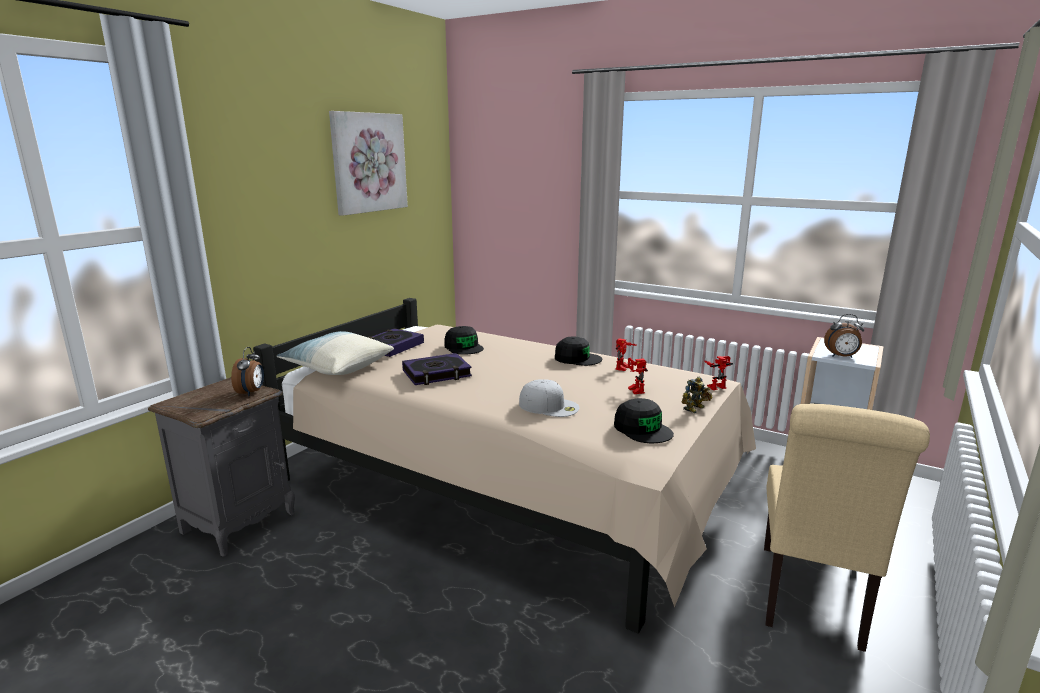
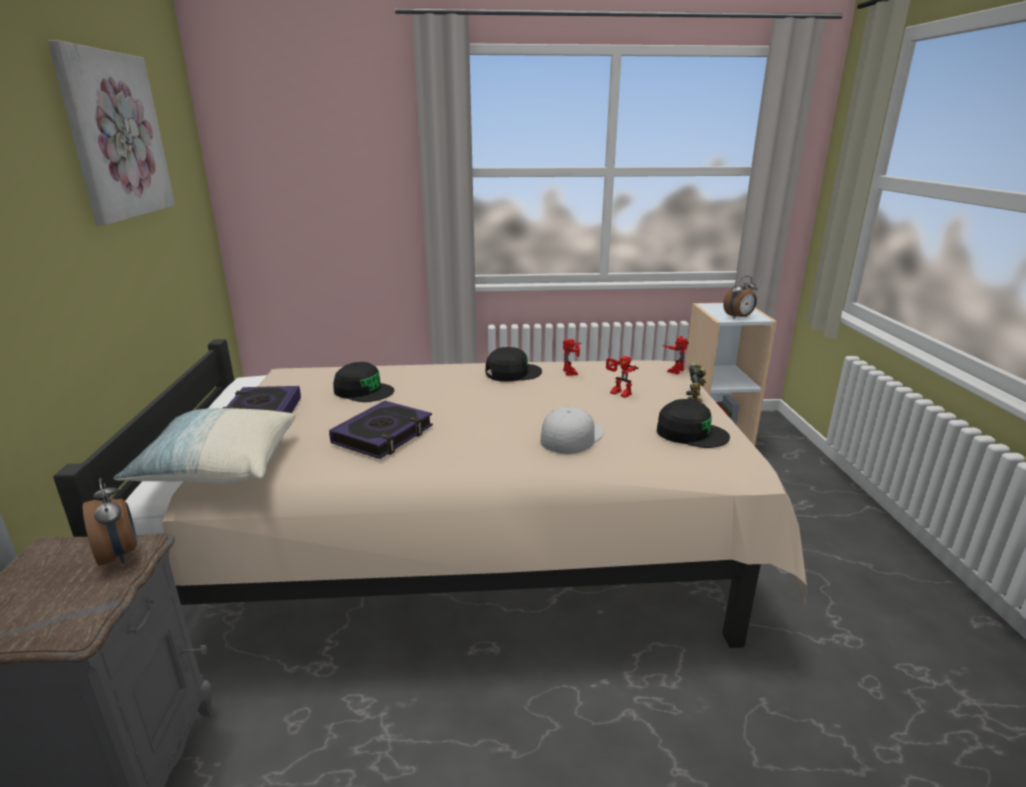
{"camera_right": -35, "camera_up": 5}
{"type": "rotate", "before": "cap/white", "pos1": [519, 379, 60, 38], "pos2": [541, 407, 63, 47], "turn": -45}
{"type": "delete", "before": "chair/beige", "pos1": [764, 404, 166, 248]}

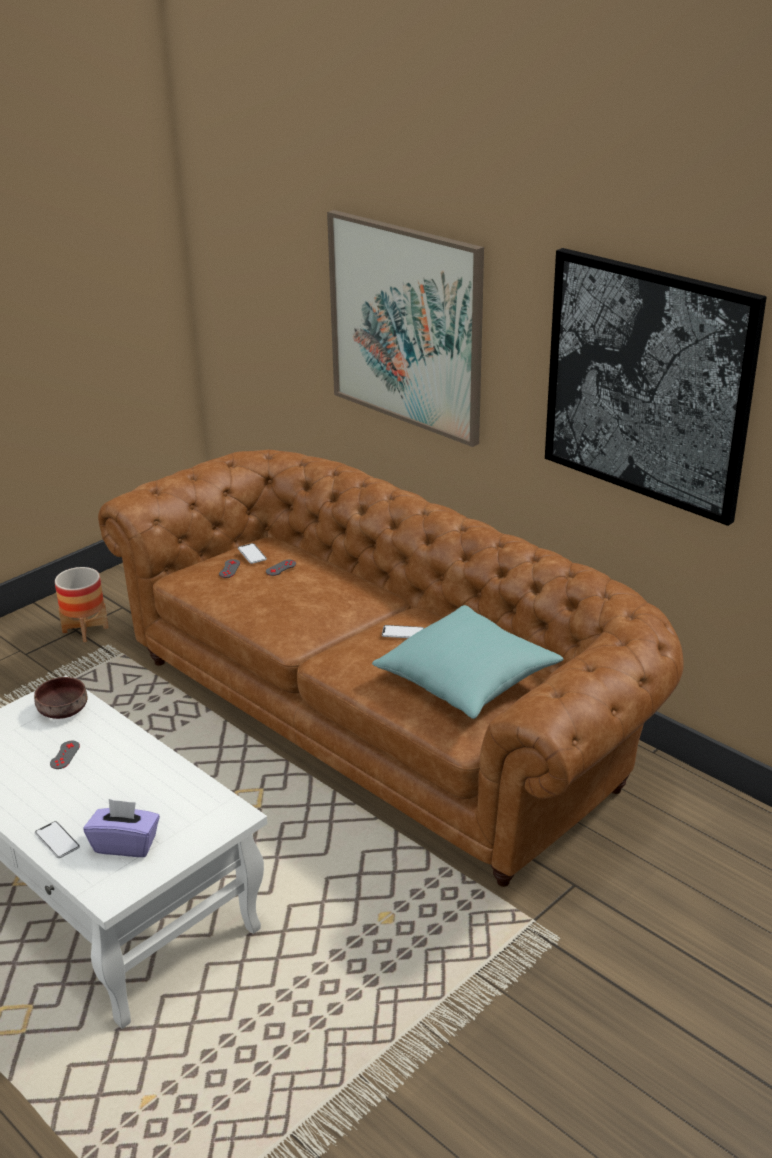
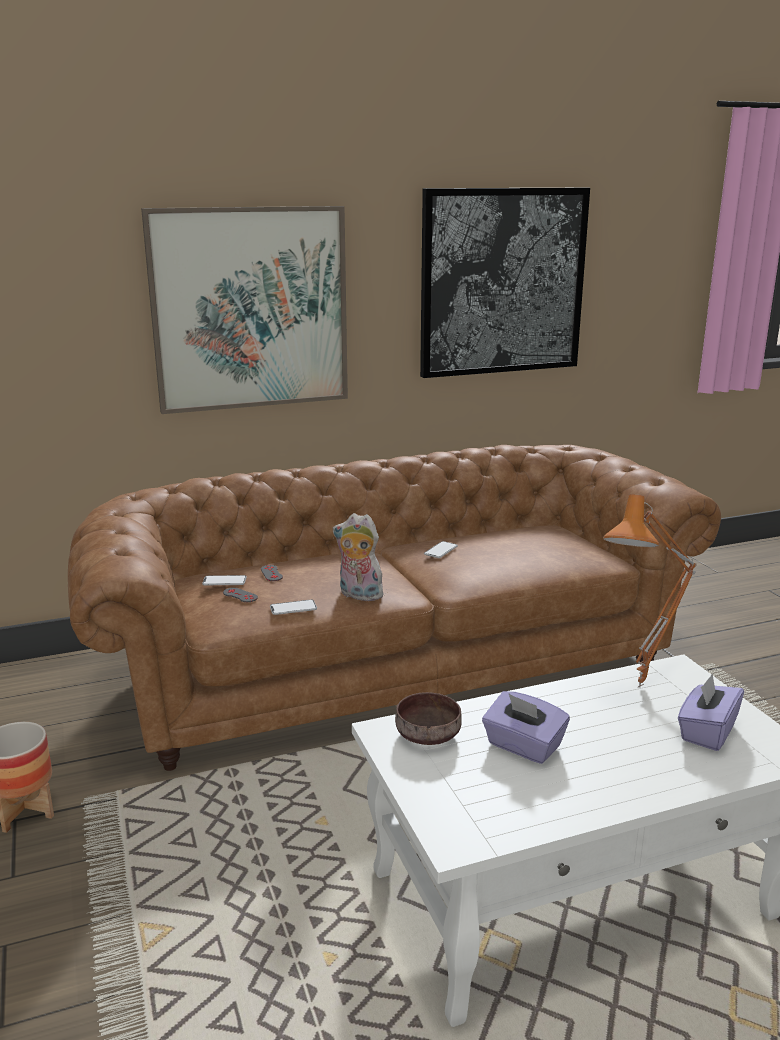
{"camera_right": -65, "camera_up": -10}
{"type": "move", "before": "telephone", "pos1": [35, 821, 45, 37], "pos2": [270, 599, 47, 16]}
{"type": "replace", "before": "game controller/greyish", "after": "tissue holder/purple-coloured", "pos1": [50, 741, 30, 28], "pos2": [482, 691, 88, 73]}
{"type": "delete", "before": "throw pillow/turquoise", "pos1": [372, 605, 192, 114]}
{"type": "insert", "after": "soft toy", "pos2": [333, 513, 50, 88]}
{"type": "insert", "after": "lamp for a table/orange", "pos2": [603, 494, 93, 193]}

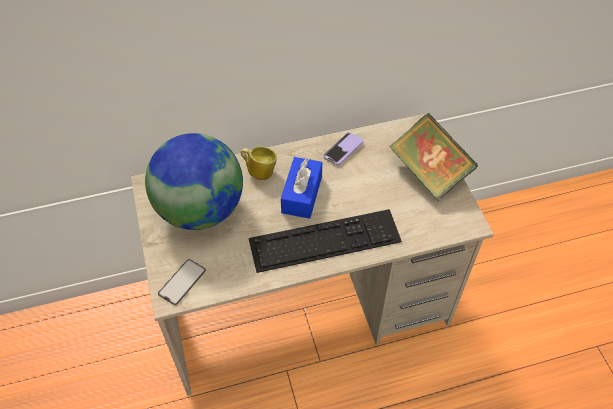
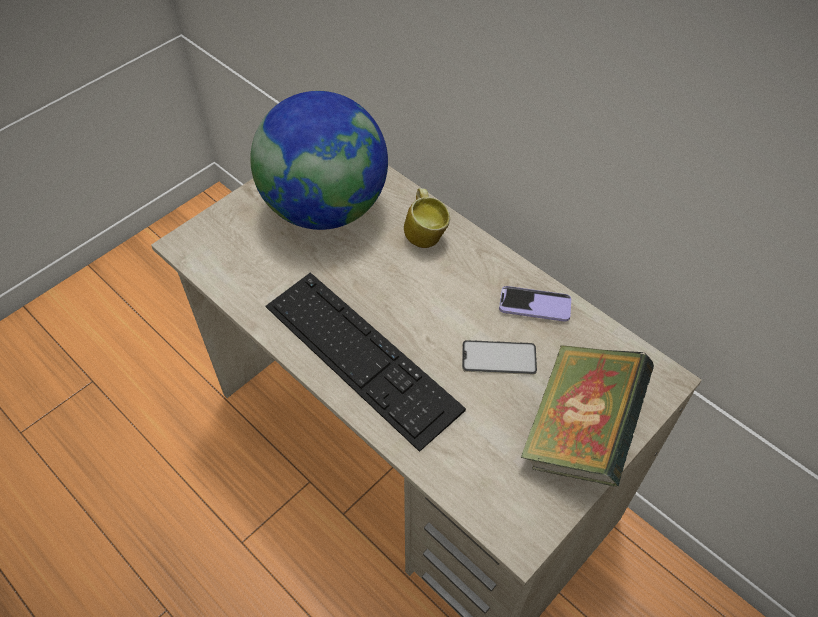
{"camera_right": 60, "camera_up": 0}
{"type": "move", "before": "telephone", "pos1": [158, 259, 48, 47], "pos2": [462, 340, 75, 35]}
{"type": "delete", "before": "tissue holder/blue-coloured", "pos1": [281, 157, 41, 62]}

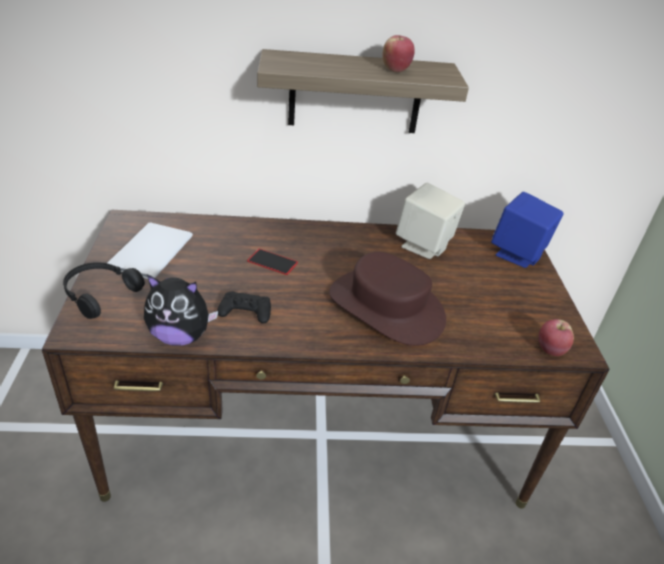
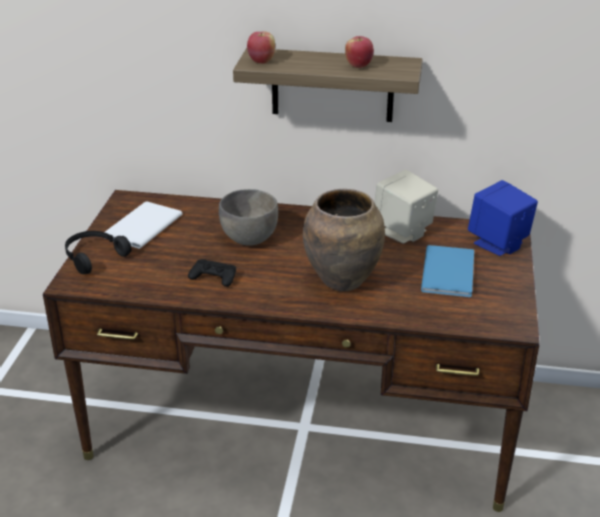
{"camera_right": 15, "camera_up": -5}
{"type": "delete", "before": "soft toy", "pos1": [144, 275, 74, 71]}
{"type": "replace", "before": "telephone", "after": "serving bowl/greyish", "pos1": [247, 249, 51, 26], "pos2": [219, 189, 59, 56]}
{"type": "replace", "before": "clothing hat/brown", "after": "decorative vase/brown", "pos1": [329, 252, 117, 94], "pos2": [303, 189, 82, 102]}
{"type": "move", "before": "apple fruit", "pos1": [539, 319, 35, 37], "pos2": [247, 31, 28, 33]}
{"type": "insert", "after": "volume/blue-coloured", "pos2": [421, 245, 53, 52]}

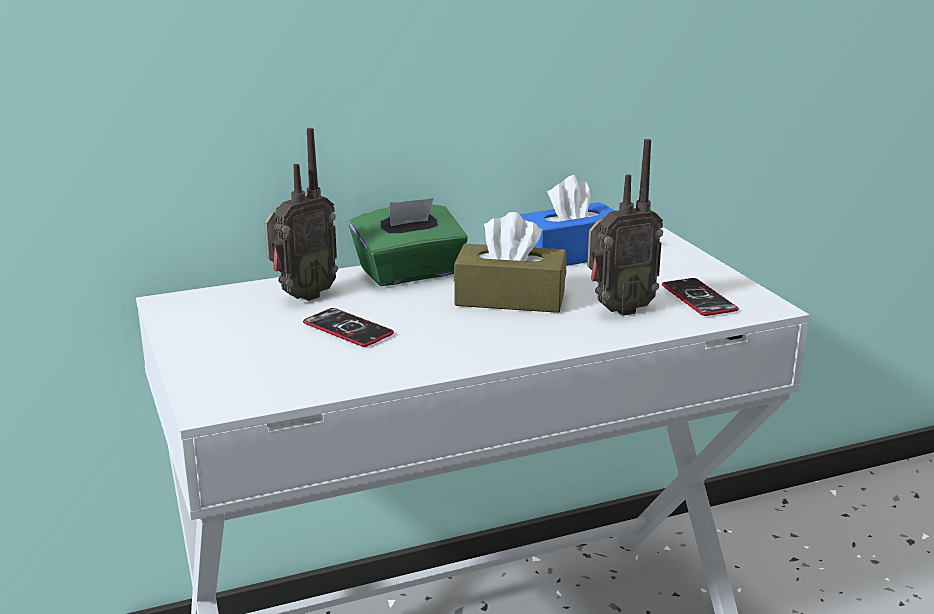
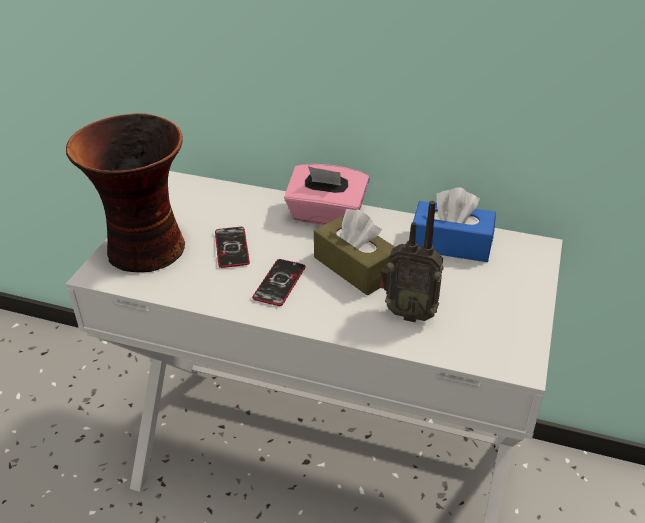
{"camera_right": 40, "camera_up": 15}
{"type": "delete", "before": "radio set", "pos1": [264, 128, 74, 173]}
{"type": "recolor", "before": "tissue holder/greenish", "after": "tissue holder/pink", "pos1": [349, 198, 119, 88], "pos2": [284, 164, 86, 61]}
{"type": "move", "before": "telephone", "pos1": [662, 278, 76, 38], "pos2": [252, 259, 53, 47]}
{"type": "insert", "after": "decorative vase", "pos2": [66, 113, 119, 159]}

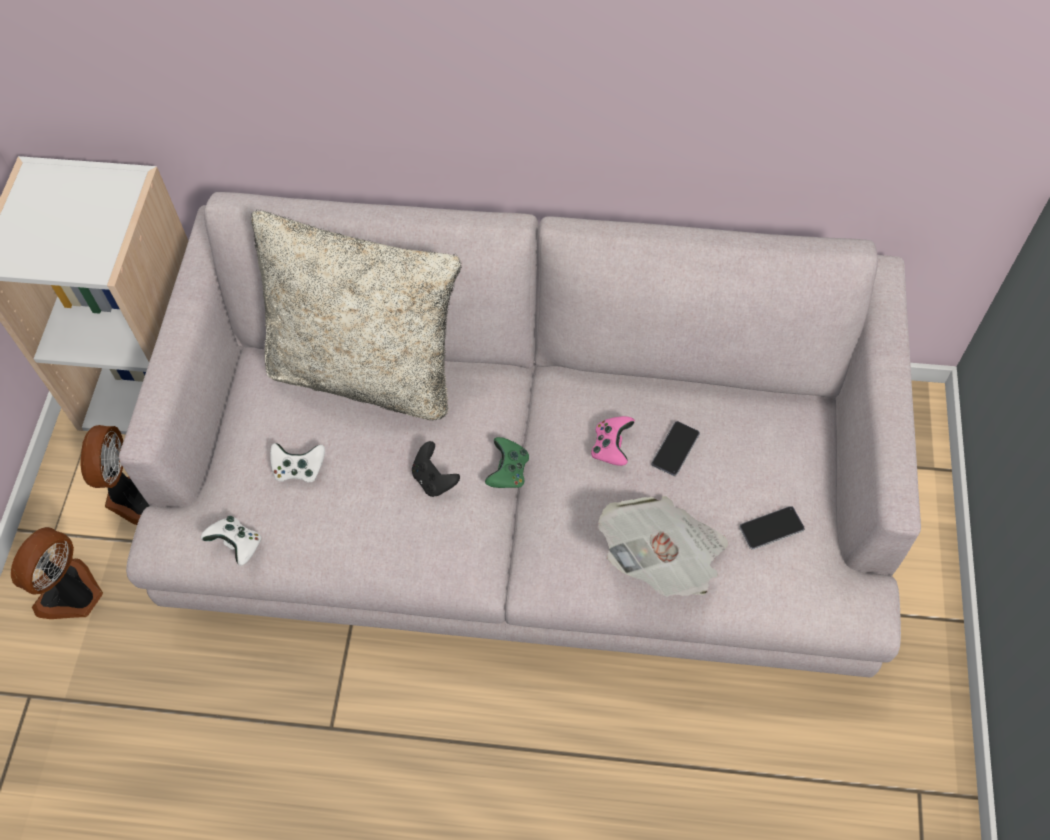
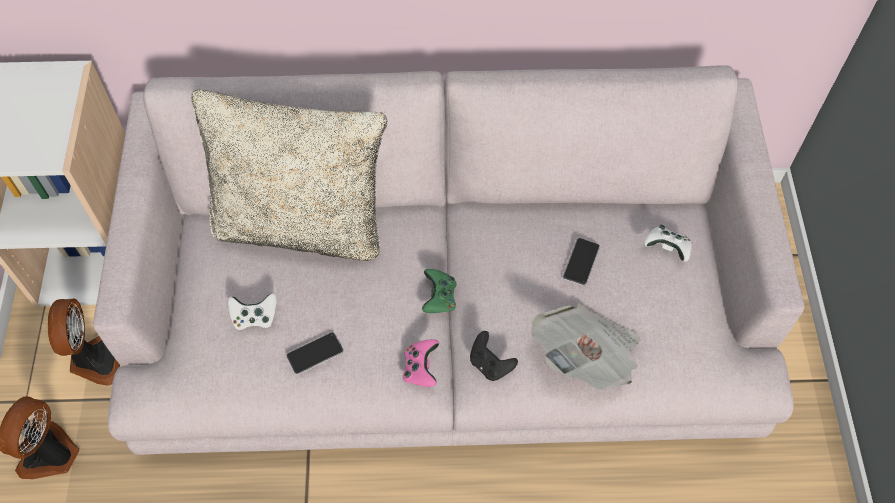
{"camera_right": -10, "camera_up": 0}
{"type": "move", "before": "game controller/white", "pos1": [201, 516, 61, 50], "pos2": [644, 225, 48, 37]}
{"type": "move", "before": "game controller/blackish", "pos1": [412, 441, 48, 56], "pos2": [470, 331, 48, 50]}
{"type": "move", "before": "game controller/pink", "pos1": [591, 416, 44, 50], "pos2": [403, 339, 36, 48]}
{"type": "move", "before": "telephone", "pos1": [739, 506, 66, 44], "pos2": [286, 332, 58, 43]}

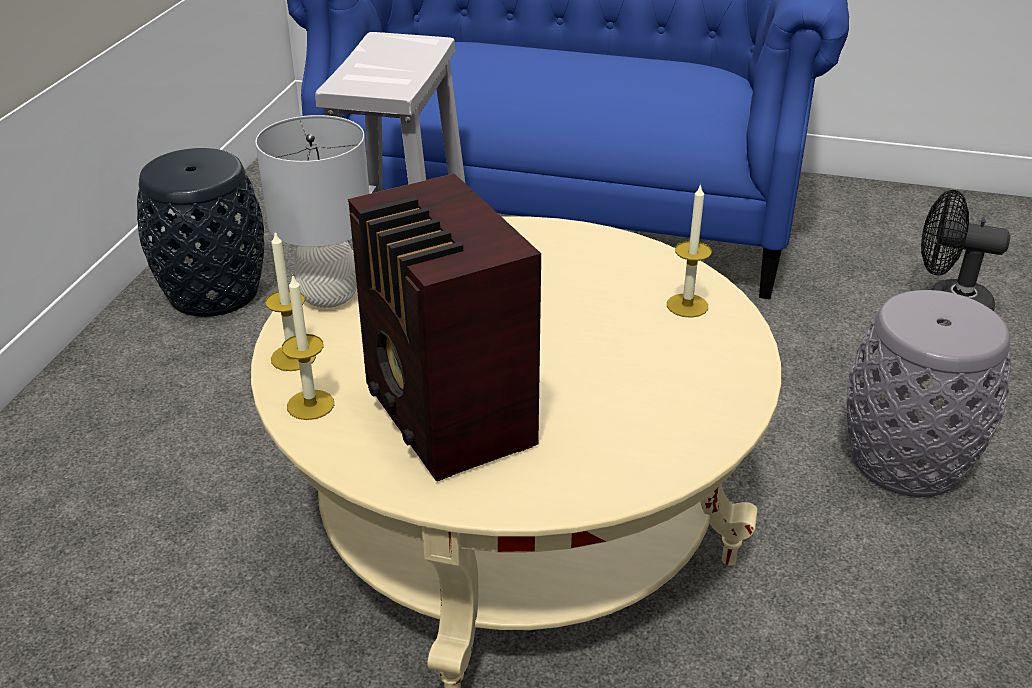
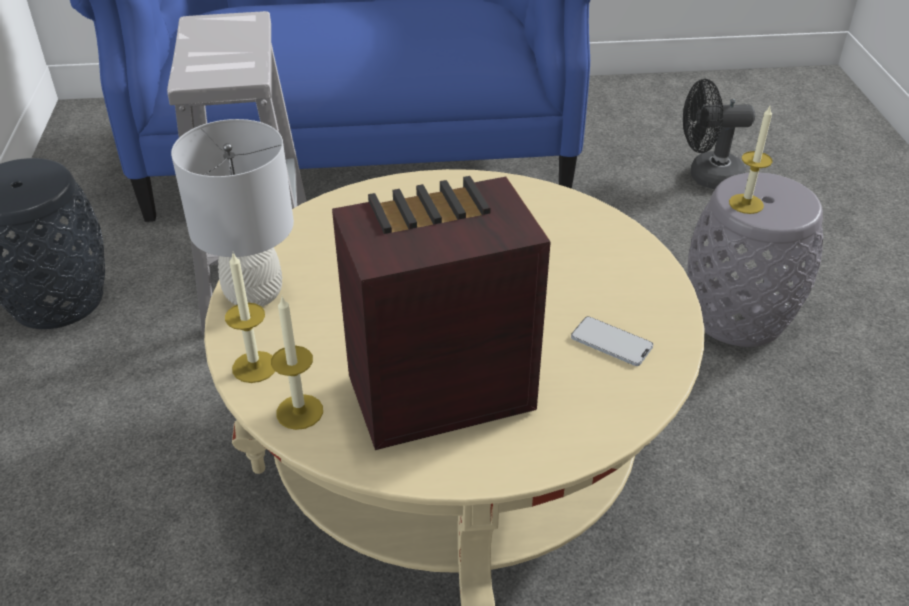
{"camera_right": -20, "camera_up": 5}
{"type": "rotate", "before": "radio set", "pos1": [348, 174, 193, 307], "pos2": [332, 176, 219, 274], "turn": 120}
{"type": "move", "before": "wax light", "pos1": [667, 183, 45, 135], "pos2": [729, 106, 44, 108]}
{"type": "insert", "after": "telephone", "pos2": [571, 316, 82, 50]}

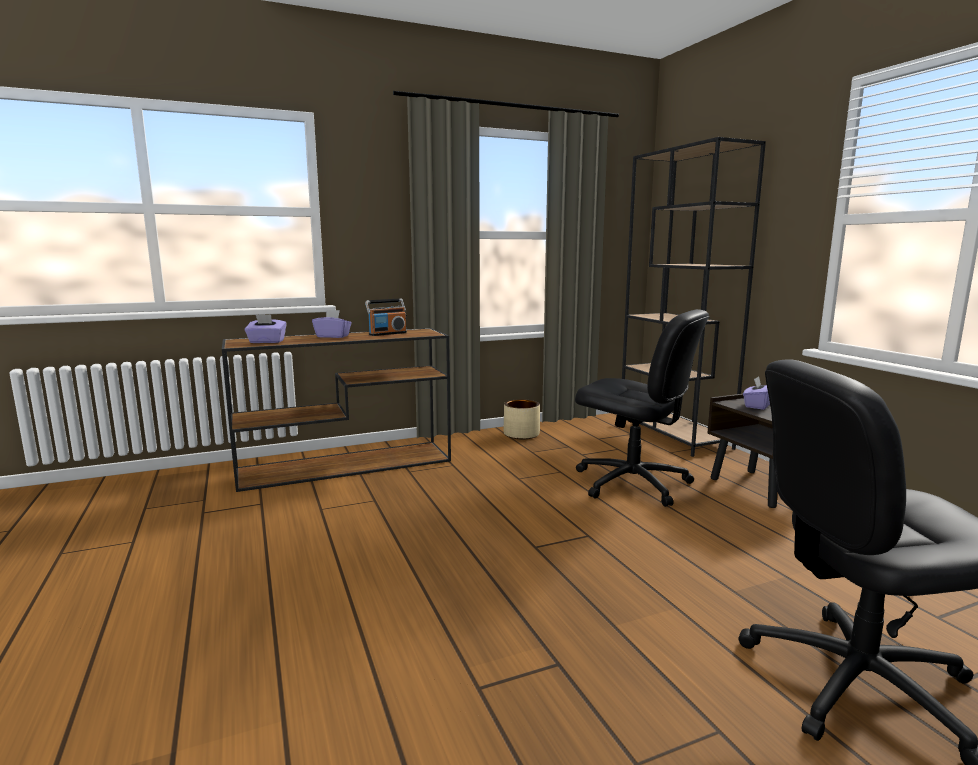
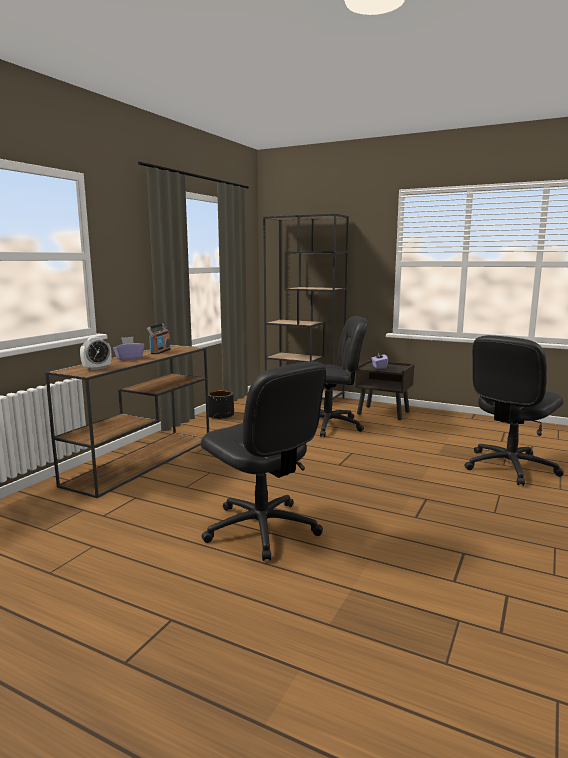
{"camera_right": -40, "camera_up": 0}
{"type": "replace", "before": "tissue holder/purple-coloured", "after": "bedside clock", "pos1": [244, 314, 43, 29], "pos2": [80, 337, 31, 33]}
{"type": "recolor", "before": "planter/beige", "after": "planter/blackish", "pos1": [504, 399, 36, 40], "pos2": [208, 390, 26, 29]}
{"type": "insert", "after": "desk chair/blackish", "pos2": [201, 361, 125, 200]}

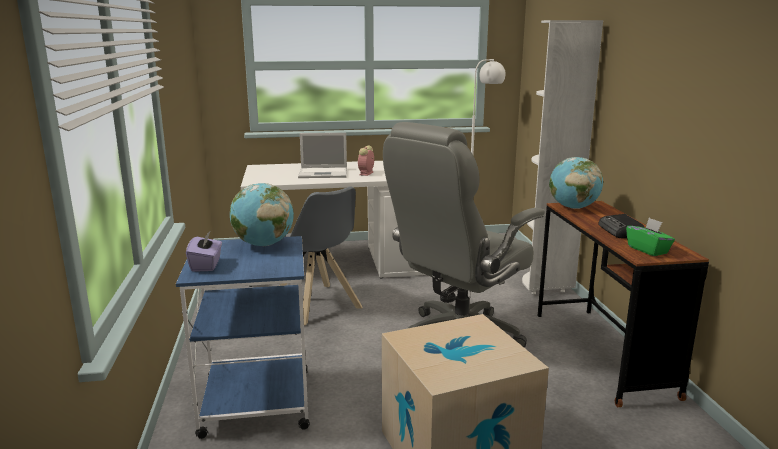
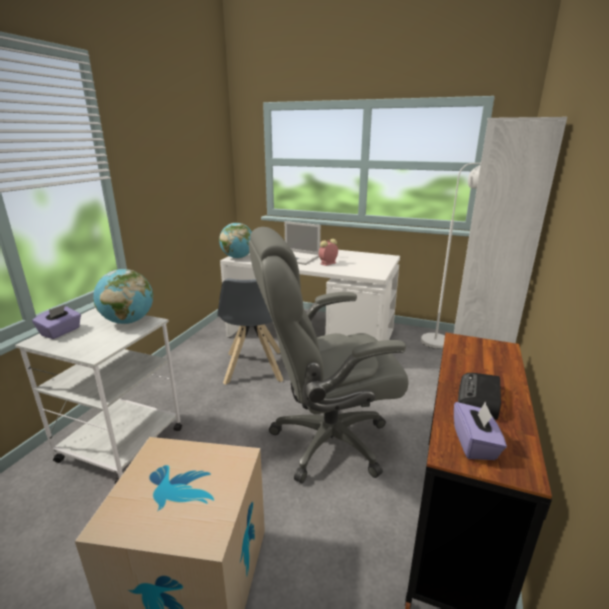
{"camera_right": 30, "camera_up": 5}
{"type": "recolor", "before": "trolley/blue-coloured", "after": "trolley/white", "pos1": [176, 236, 134, 203], "pos2": [15, 308, 167, 176]}
{"type": "move", "before": "world globe", "pos1": [549, 157, 54, 52], "pos2": [219, 223, 33, 35]}
{"type": "recolor", "before": "tissue holder/greenish", "after": "tissue holder/purple-coloured", "pos1": [626, 218, 49, 38], "pos2": [454, 401, 53, 59]}

